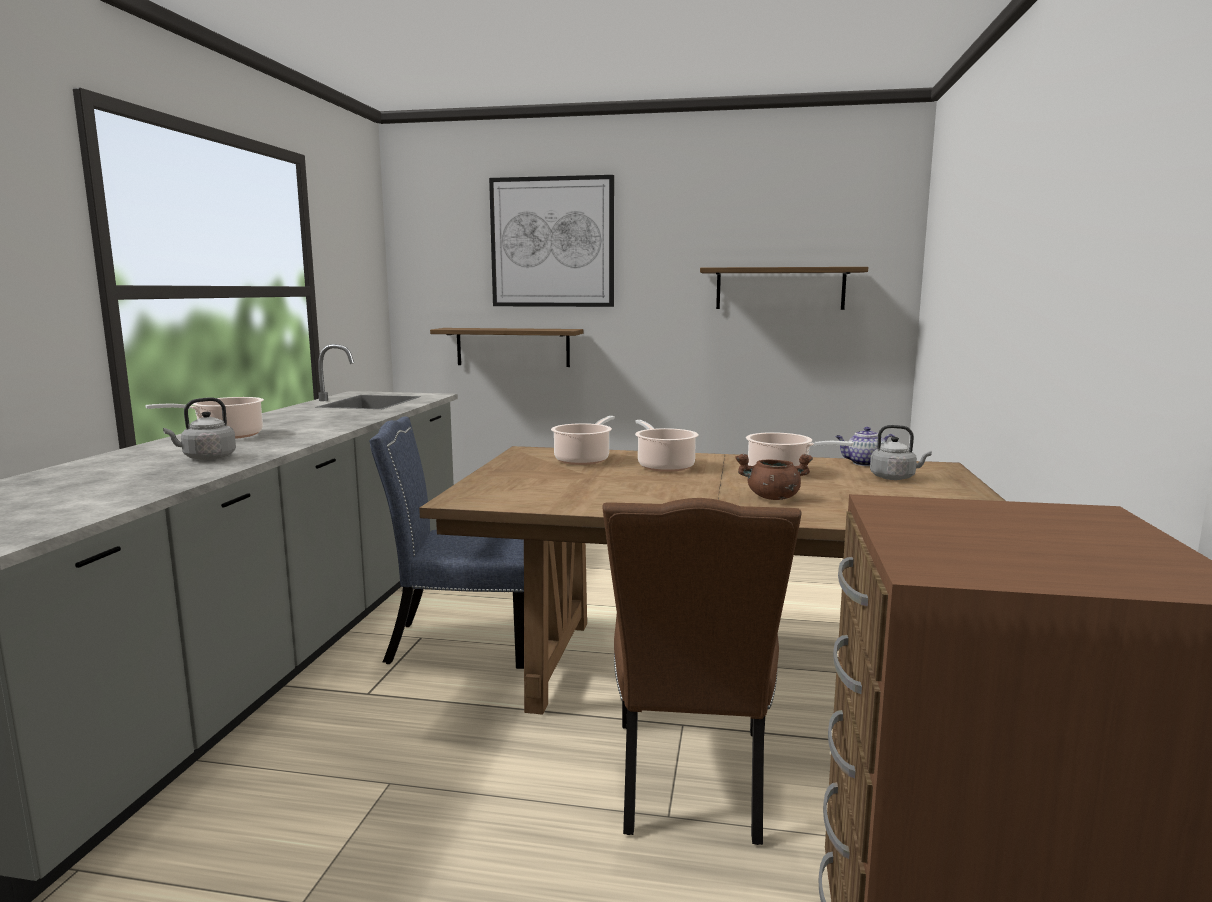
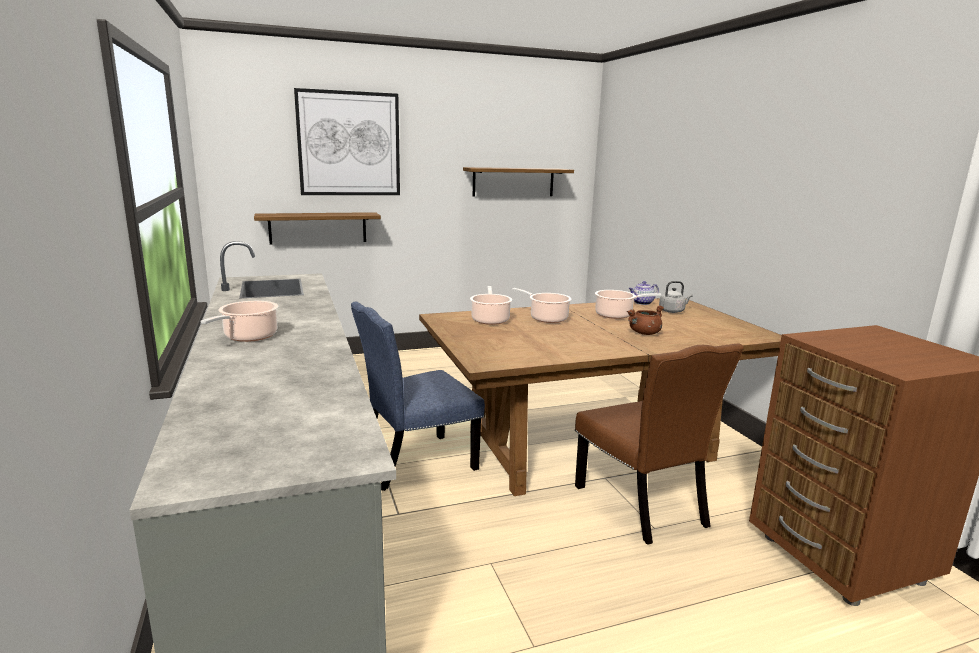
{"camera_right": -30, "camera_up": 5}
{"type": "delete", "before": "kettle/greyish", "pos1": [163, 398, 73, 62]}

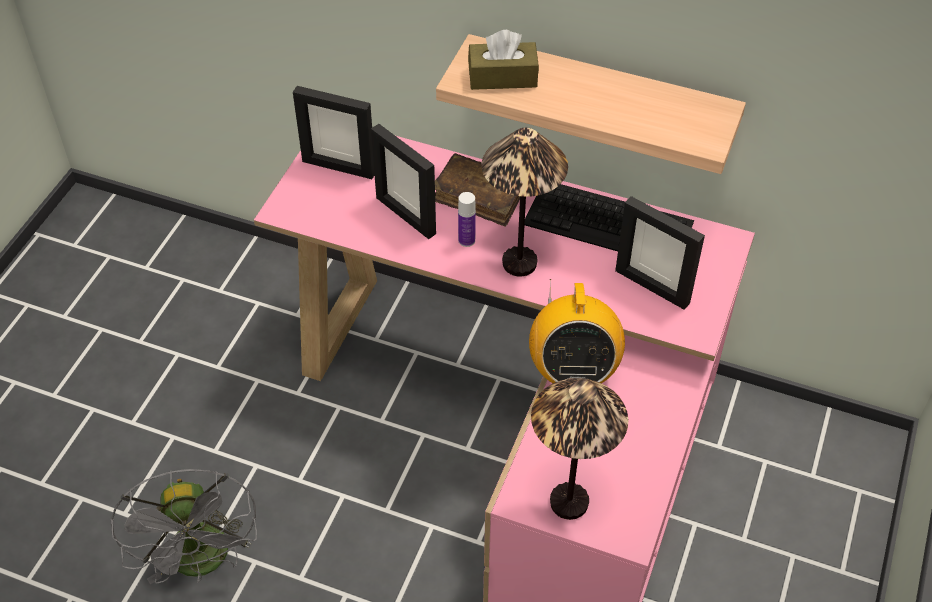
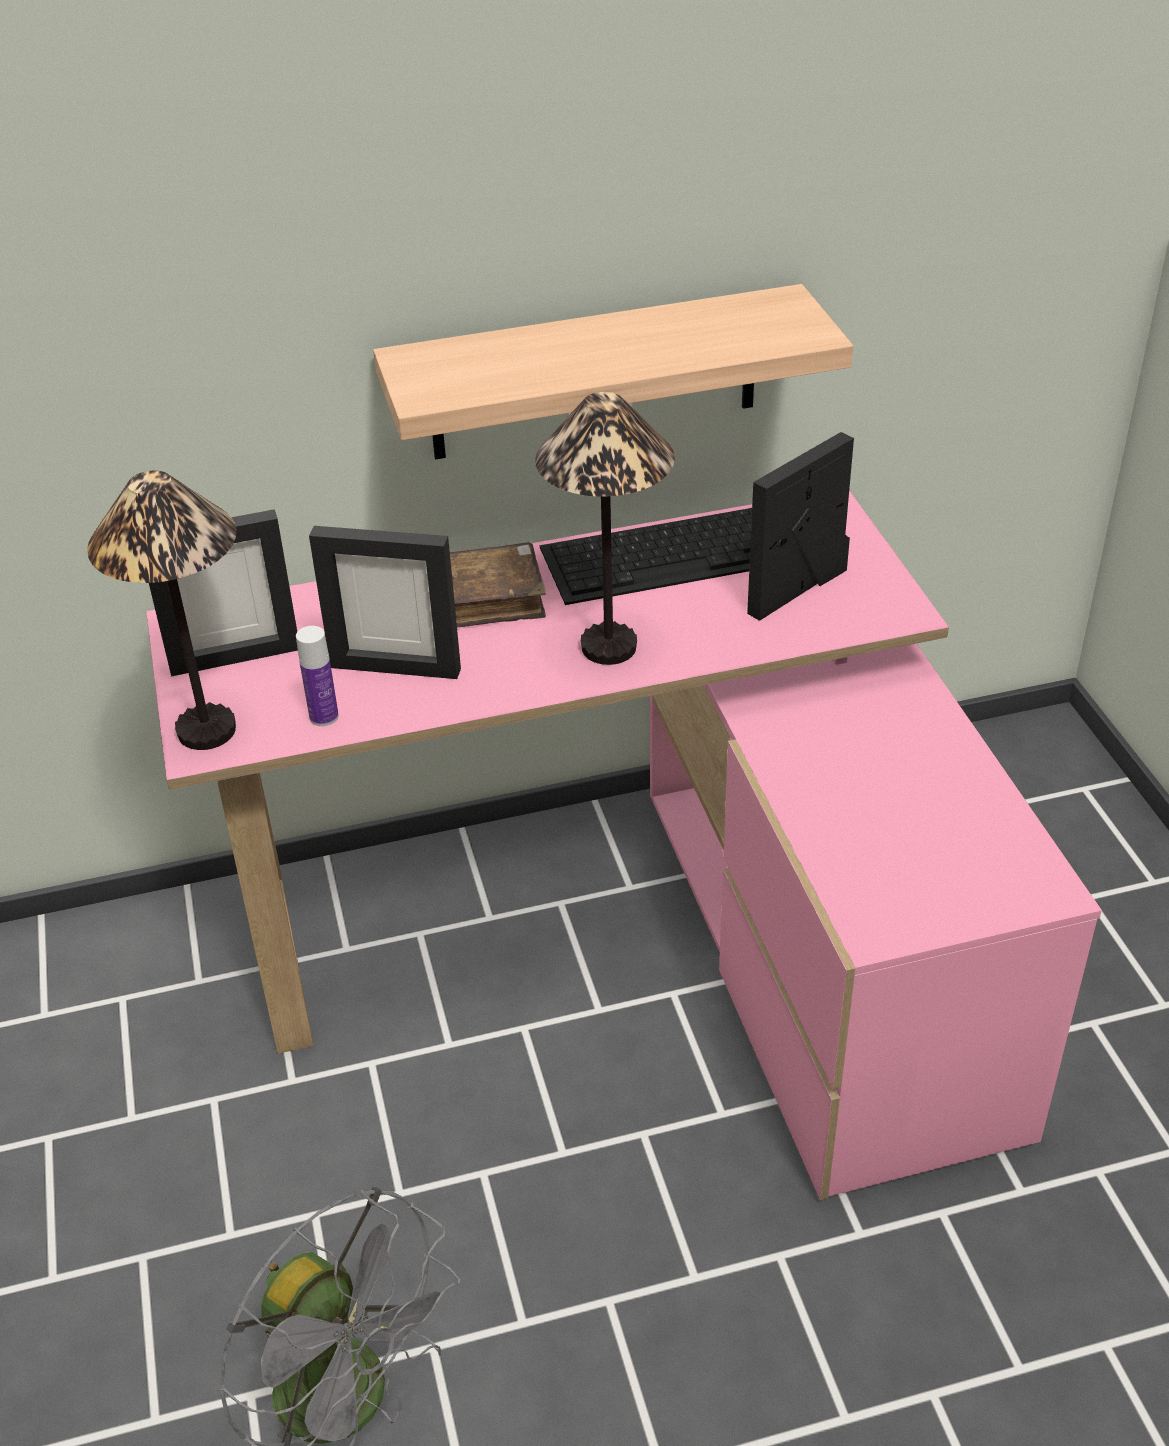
{"camera_right": -35, "camera_up": -10}
{"type": "move", "before": "bottle", "pos1": [458, 192, 18, 55], "pos2": [296, 626, 43, 100]}
{"type": "delete", "before": "tissue holder/brown", "pos1": [468, 30, 71, 60]}
{"type": "delete", "before": "radio set", "pos1": [529, 279, 96, 104]}
{"type": "move", "before": "lamp for a table", "pos1": [531, 378, 98, 142], "pos2": [87, 470, 150, 280]}
{"type": "rotate", "before": "photo frame", "pos1": [615, 196, 90, 114], "pos2": [747, 432, 107, 189], "turn": 135}

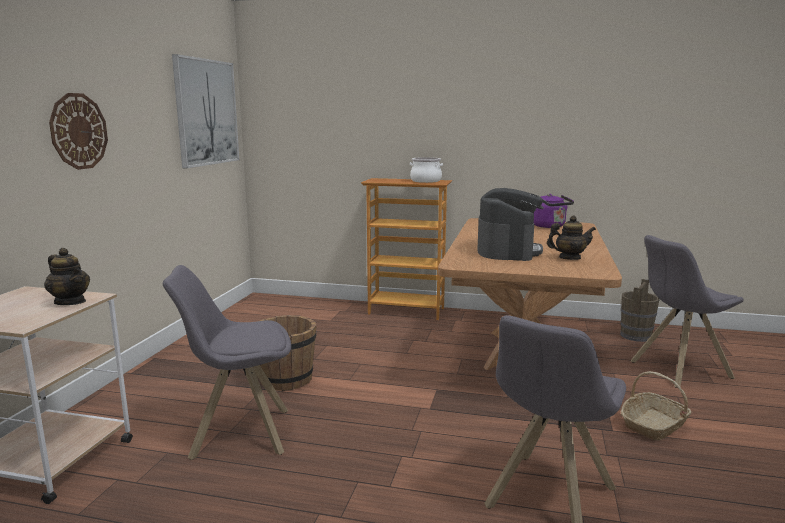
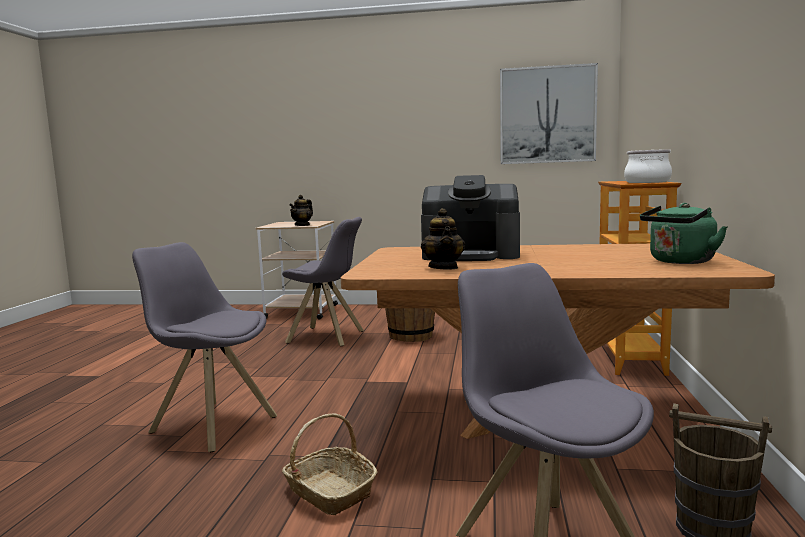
{"camera_right": 85, "camera_up": -5}
{"type": "delete", "before": "wall clock", "pos1": [49, 93, 59, 77]}
{"type": "rotate", "before": "chair/greyish", "pos1": [163, 265, 128, 195], "pos2": [282, 217, 82, 129], "turn": 120}
{"type": "recolor", "before": "kettle/purple-coloured", "after": "kettle/greenish", "pos1": [534, 194, 40, 34], "pos2": [640, 203, 87, 61]}

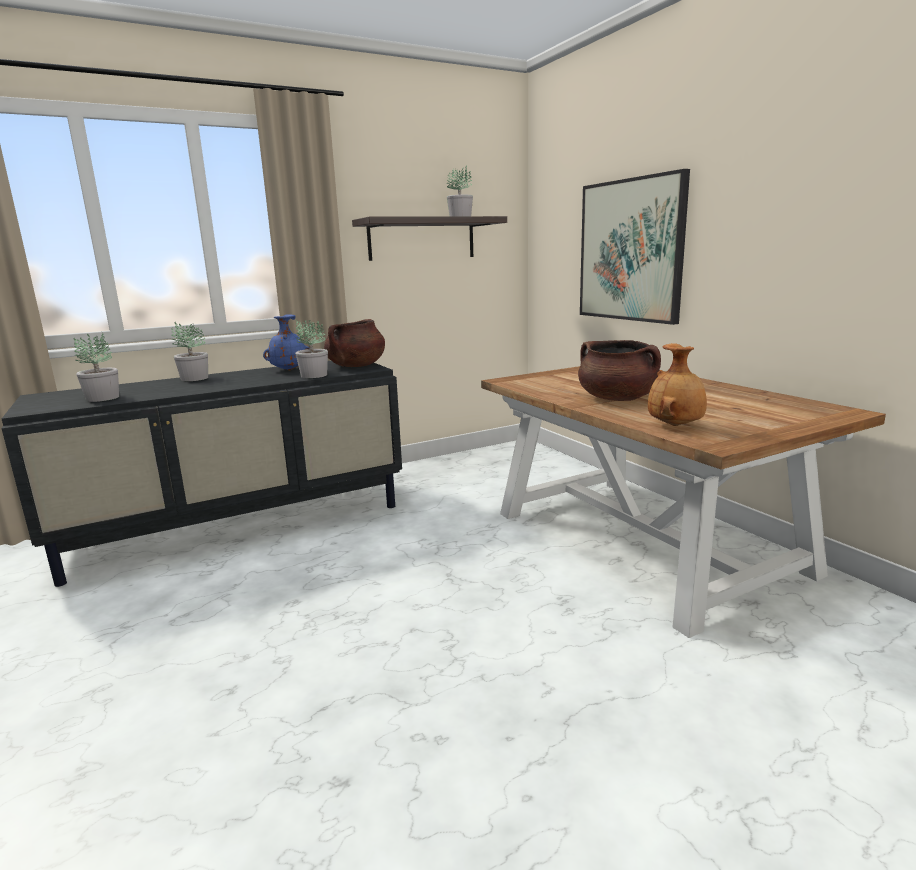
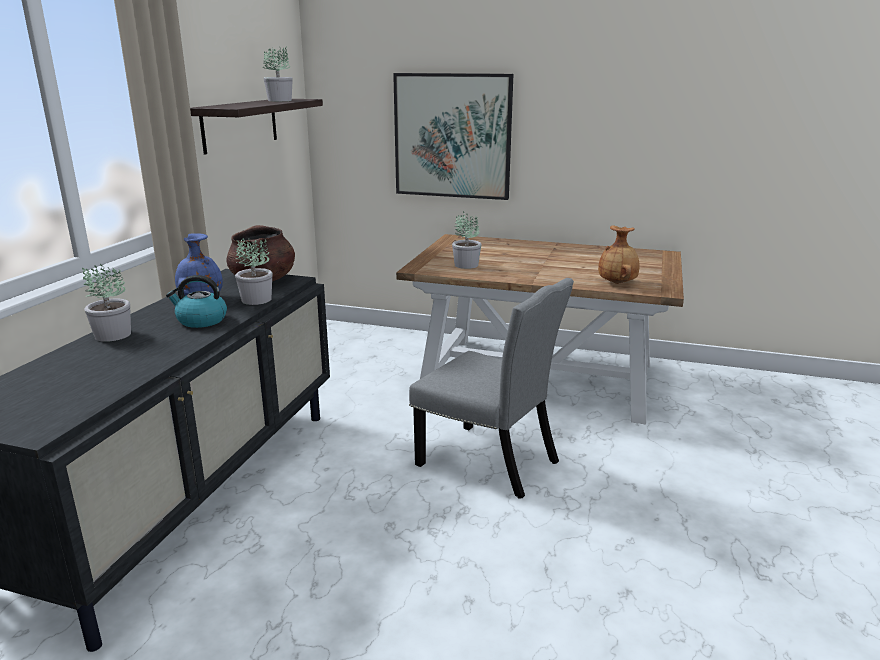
{"camera_right": -45, "camera_up": 5}
{"type": "move", "before": "plant in a pot", "pos1": [74, 334, 45, 68], "pos2": [452, 211, 29, 58]}
{"type": "delete", "before": "cooking pot/brown", "pos1": [578, 340, 83, 61]}
{"type": "insert", "after": "kettle", "pos2": [166, 275, 61, 53]}
{"type": "insert", "after": "chair/greyish", "pos2": [409, 278, 165, 221]}

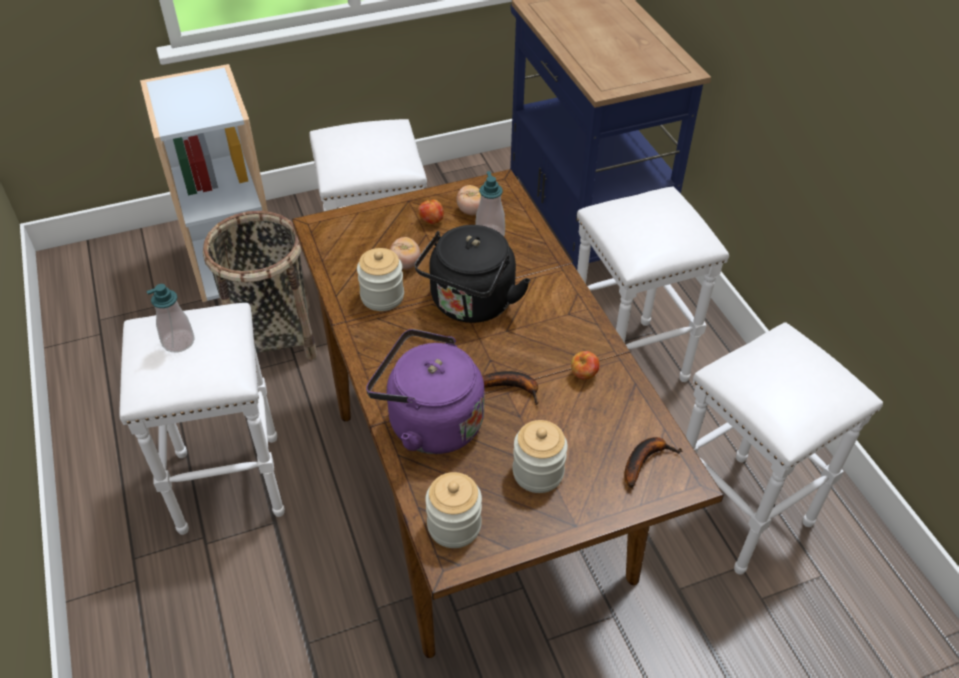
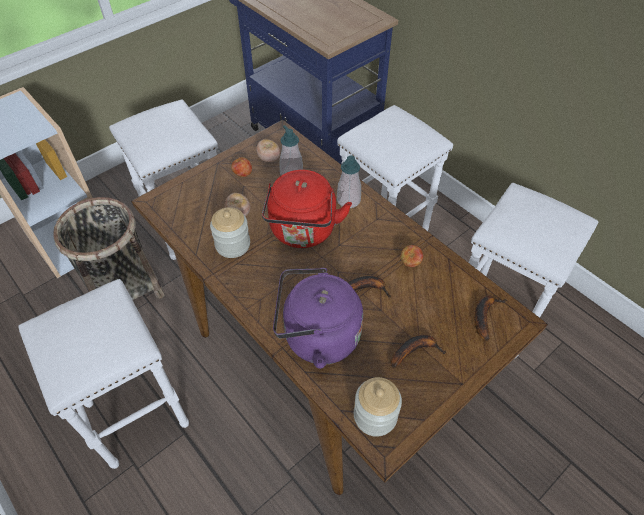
{"camera_right": -20, "camera_up": 5}
{"type": "move", "before": "soap bottle", "pos1": [146, 284, 49, 68], "pos2": [337, 155, 24, 53]}
{"type": "recolor", "before": "kettle/blackish", "after": "kettle/red-coloured", "pos1": [415, 225, 115, 98], "pos2": [262, 170, 90, 78]}
{"type": "replace", "before": "preserve jar", "after": "banana", "pos1": [512, 420, 56, 73], "pos2": [391, 335, 56, 33]}

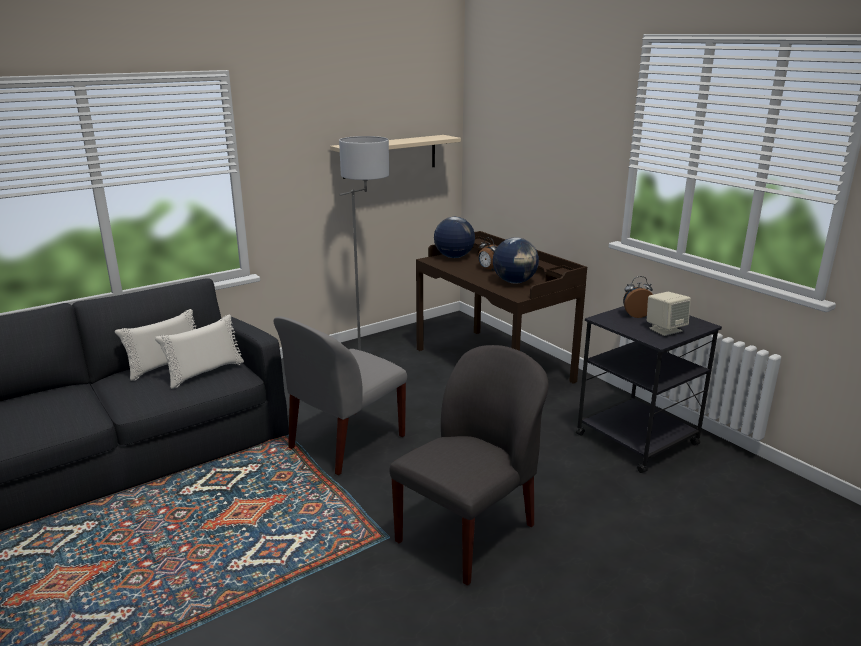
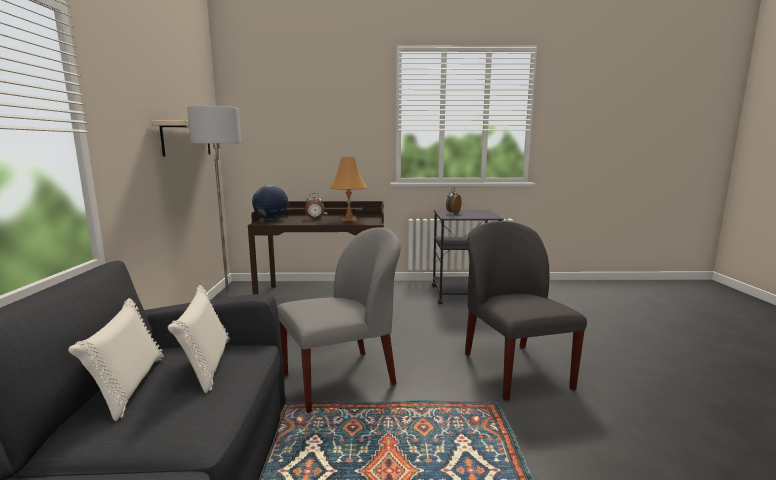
{"camera_right": -55, "camera_up": -10}
{"type": "rotate", "before": "chair/greyish", "pos1": [274, 316, 133, 159], "pos2": [277, 227, 124, 186], "turn": -105}
{"type": "replace", "before": "world globe", "after": "lamp for a table/orange", "pos1": [493, 237, 46, 46], "pos2": [330, 157, 37, 64]}
{"type": "delete", "before": "audio speaker/beige", "pos1": [647, 292, 44, 44]}

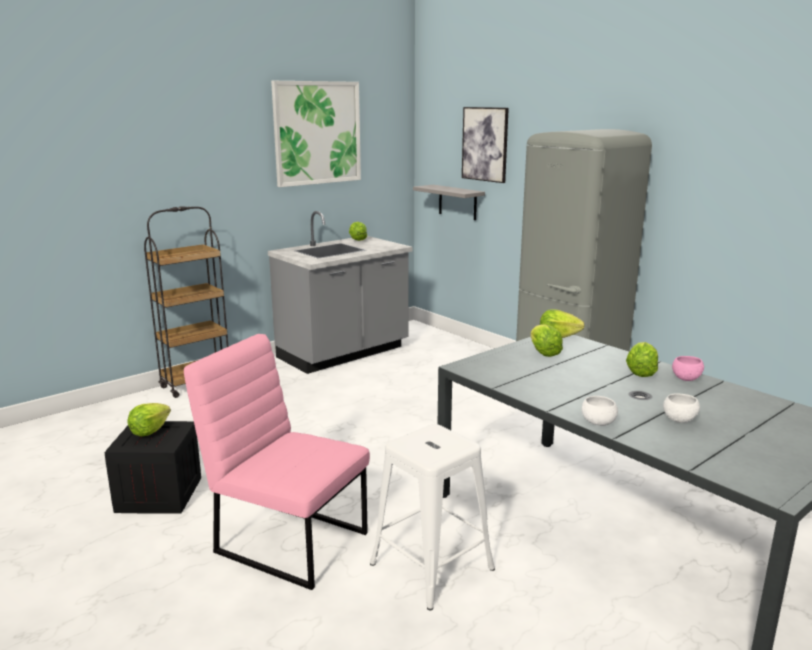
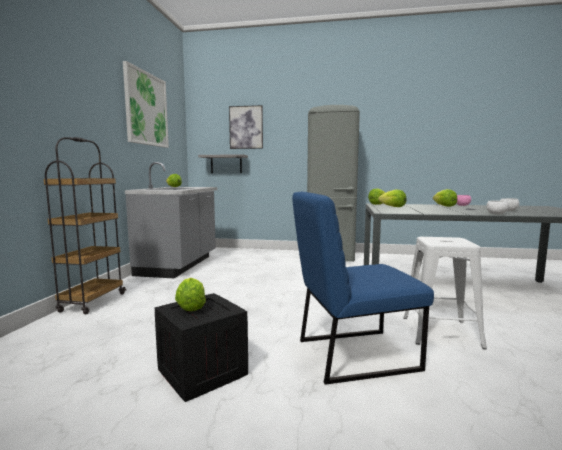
{"camera_right": -40, "camera_up": -10}
{"type": "recolor", "before": "chair/pink", "after": "chair/blue-coloured", "pos1": [184, 334, 186, 256], "pos2": [292, 192, 142, 193]}

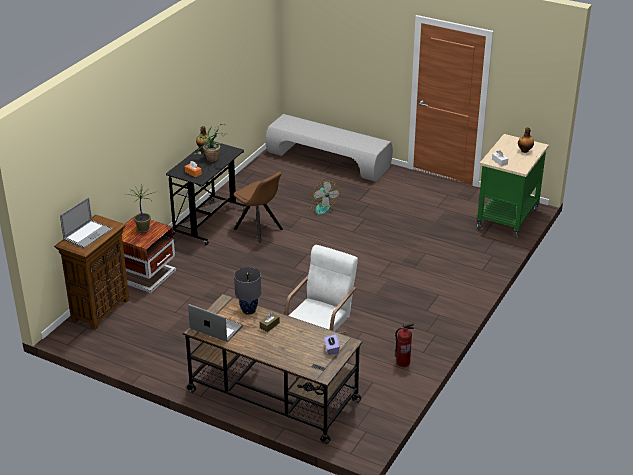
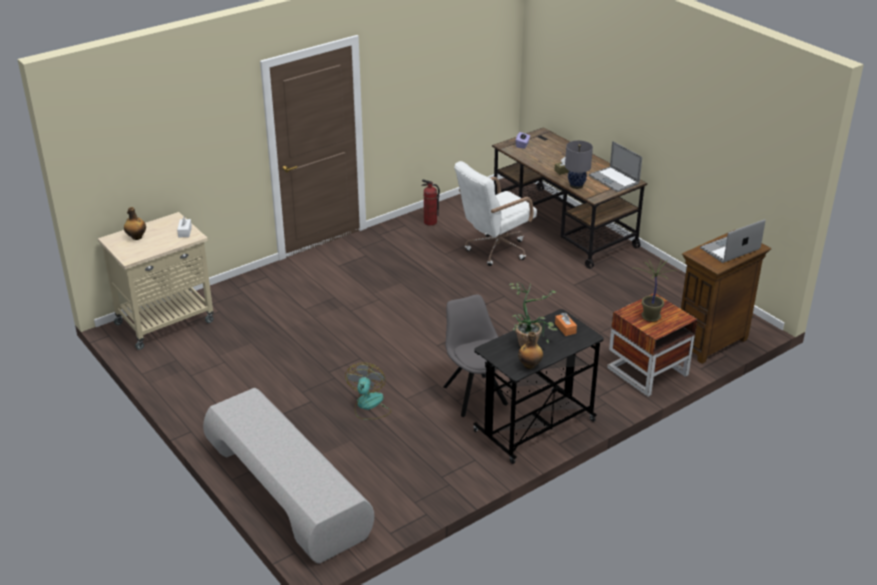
{"camera_right": -155, "camera_up": 0}
{"type": "recolor", "before": "chair/brown", "after": "chair/greyish", "pos1": [234, 172, 49, 71], "pos2": [443, 294, 65, 123]}
{"type": "recolor", "before": "trolley/greenish", "after": "trolley/beige", "pos1": [477, 134, 72, 104], "pos2": [98, 212, 116, 138]}

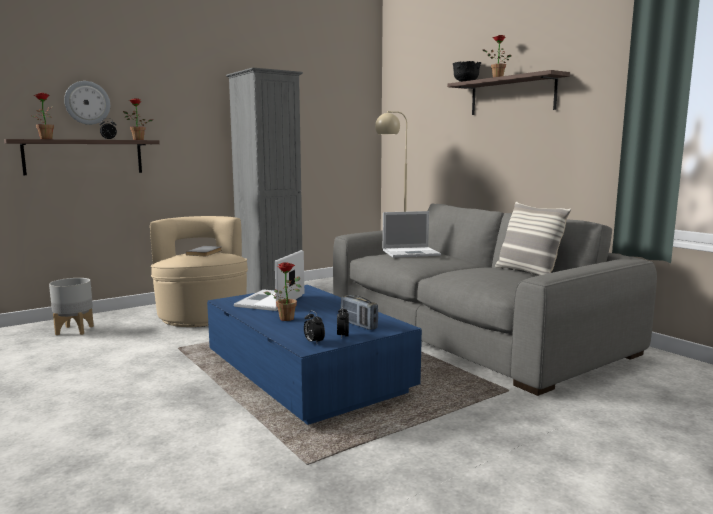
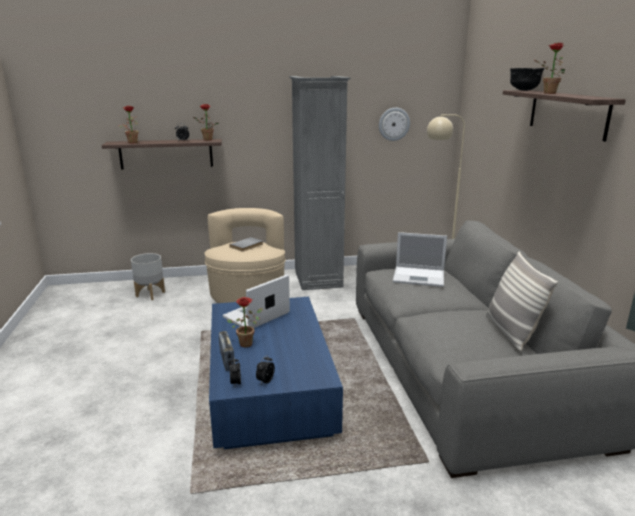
{"camera_right": 25, "camera_up": 10}
{"type": "move", "before": "wall clock", "pos1": [64, 81, 46, 44], "pos2": [379, 108, 31, 33]}
{"type": "move", "before": "radio set", "pos1": [341, 295, 37, 35], "pos2": [219, 331, 15, 40]}

